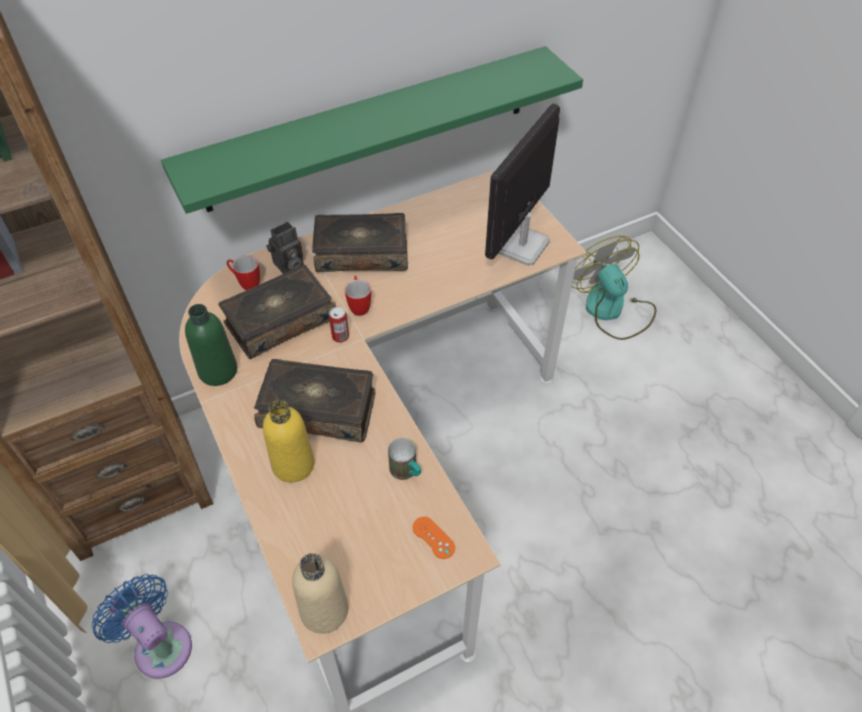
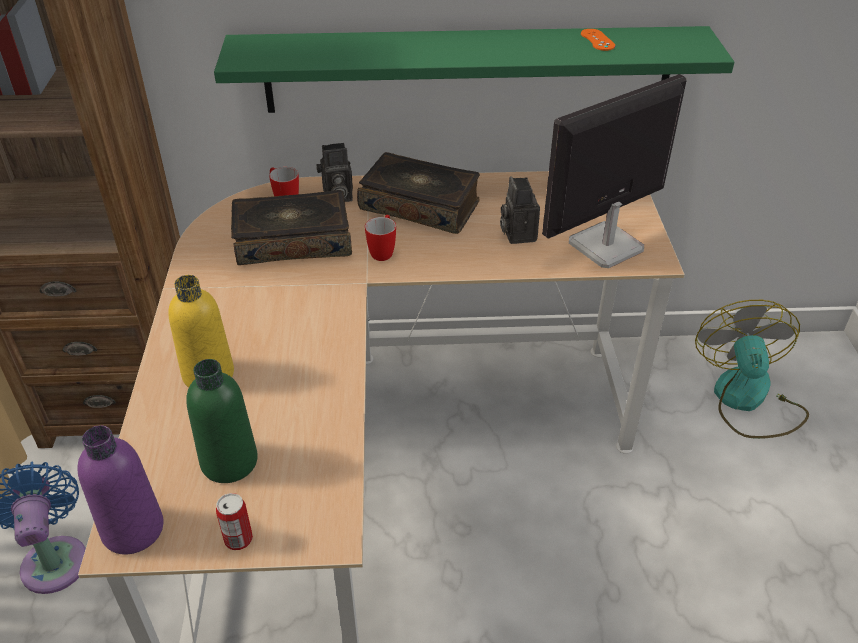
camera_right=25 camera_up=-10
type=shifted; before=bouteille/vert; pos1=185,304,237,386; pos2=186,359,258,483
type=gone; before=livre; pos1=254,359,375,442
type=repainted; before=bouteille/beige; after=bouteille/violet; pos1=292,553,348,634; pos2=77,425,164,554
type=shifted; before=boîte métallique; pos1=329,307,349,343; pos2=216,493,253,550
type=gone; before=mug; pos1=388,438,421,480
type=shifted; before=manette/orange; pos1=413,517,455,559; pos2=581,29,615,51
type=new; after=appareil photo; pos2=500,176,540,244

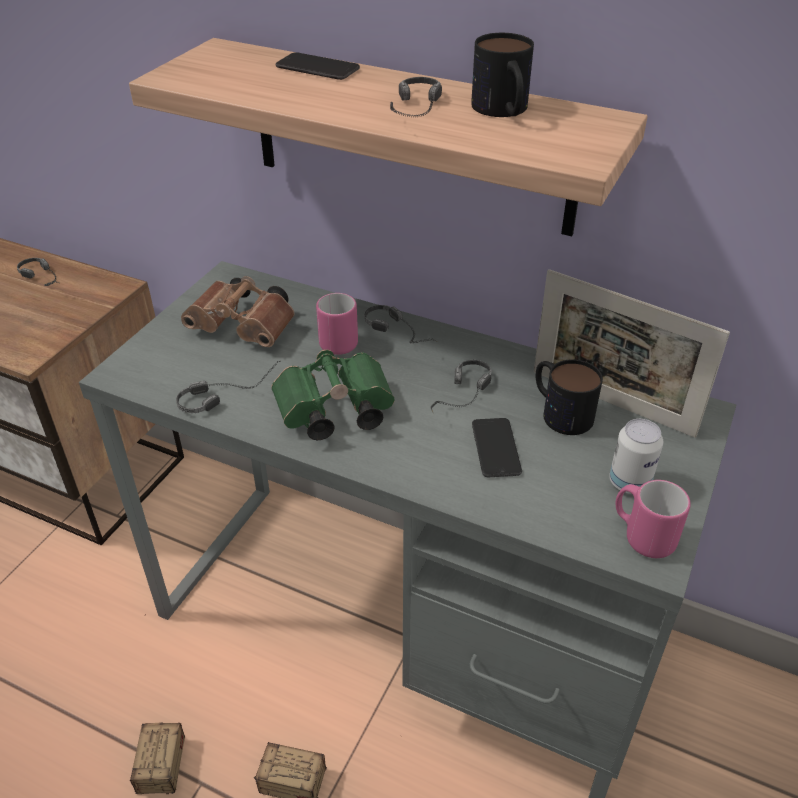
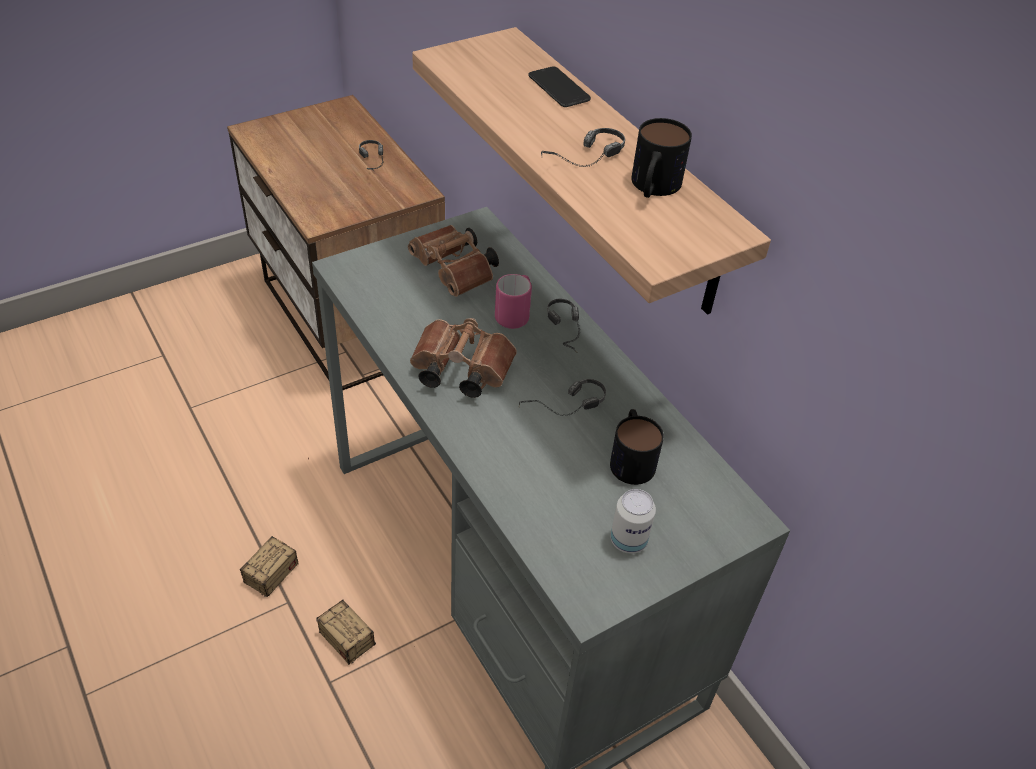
camera_right=30 camera_up=5
type=gone; before=casque audio; pos1=176,361,280,413
type=repainted; before=jumelles/vert; after=jumelles/marron; pos1=271,350,395,440; pos2=410,318,517,398
type=gone; before=téléphone; pos1=472,418,522,477
type=gone; before=cadre photo; pos1=534,269,730,438
type=gone; before=mug/rose; pos1=616,480,691,558

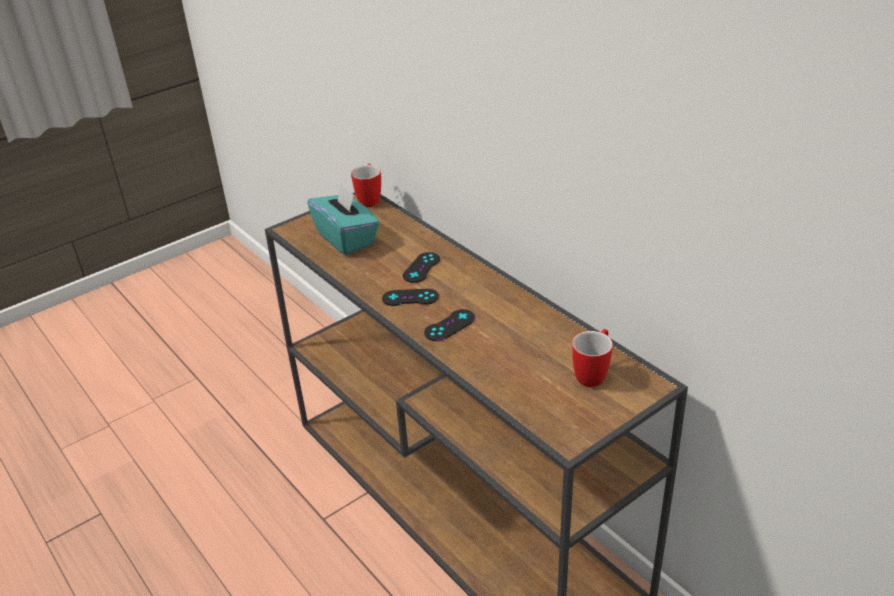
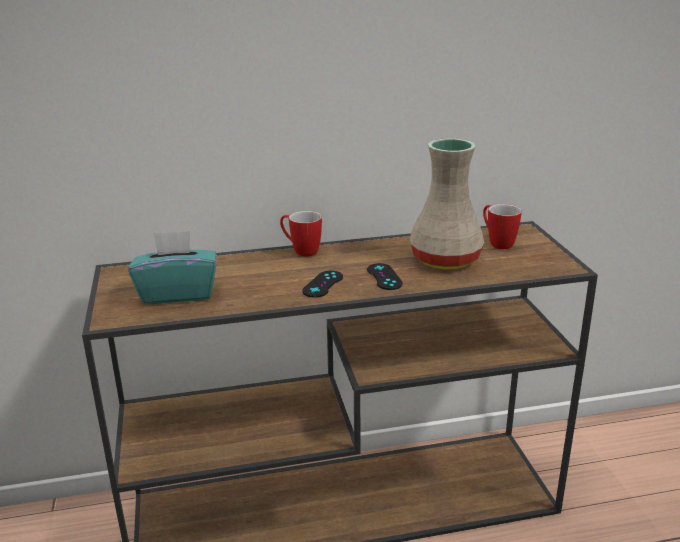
camera_right=-65 camera_up=-10
type=shifted; before=mug; pos1=351,164,381,207; pos2=280,211,322,257
type=gone; before=manette/noir; pos1=403,252,440,283
type=new; after=vase/beige; pos2=409,138,484,269

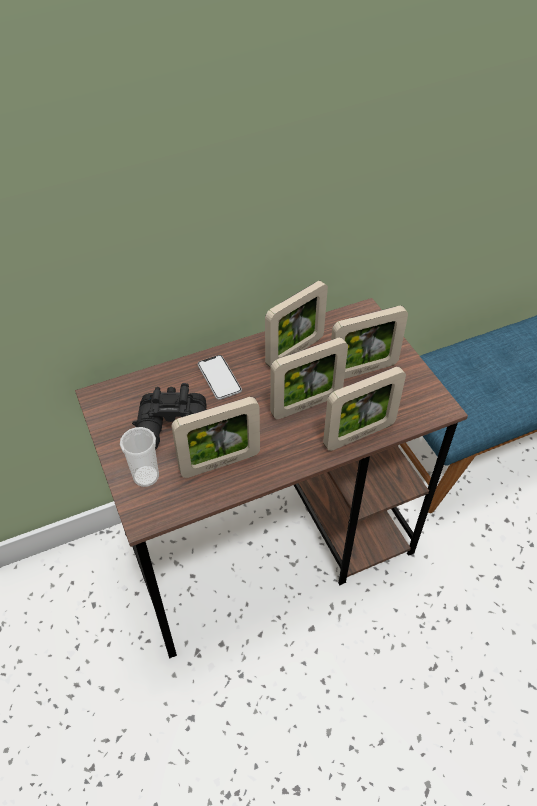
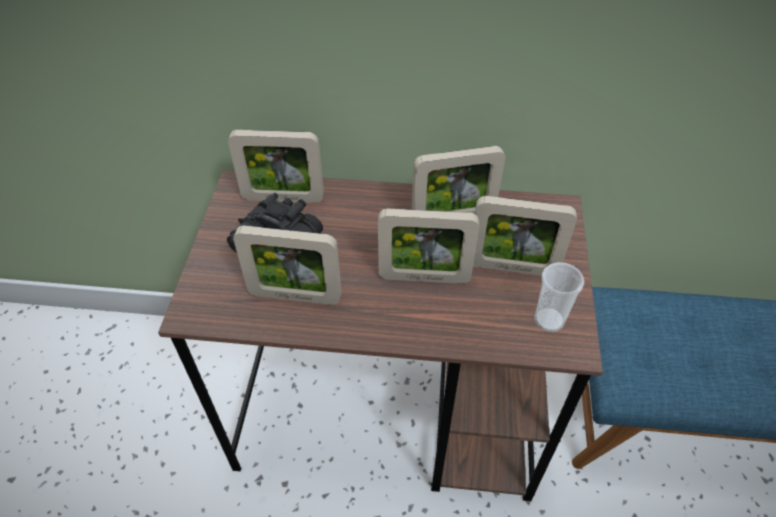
camera_right=30 camera_up=0
type=shifted; before=tasse; pos1=120,427,159,487; pos2=534,262,584,332
type=gone; before=téléphone; pos1=197,355,242,400
type=shifted; before=cadre photo; pos1=323,367,406,451; pos2=228,130,324,203

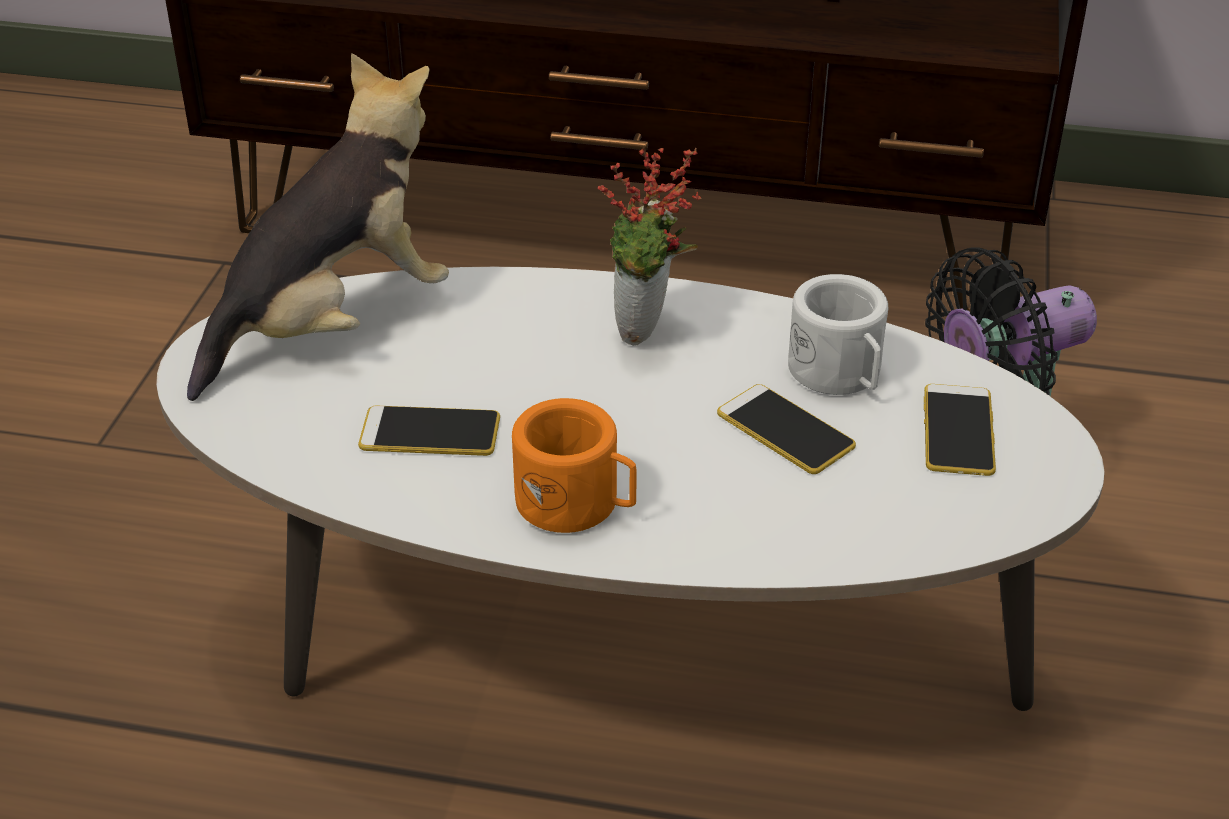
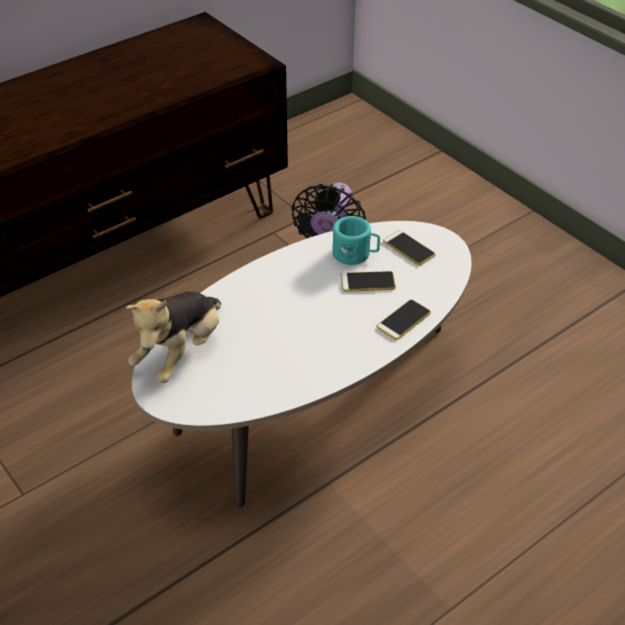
camera_right=-50 camera_up=5
type=rotated; before=peluche; pos1=187,53,449,401; pos2=126,291,221,383; turn=-150
type=shifted; before=téléphone; pos1=358,406,500,456; pos2=376,299,431,340
type=gone; before=mug/orange; pos1=512,398,637,533
type=gone; before=plante en pot; pos1=598,146,702,346
type=repainted; before=mug/blanc; after=mug/turquoise; pos1=788,274,888,395; pos2=332,216,380,265

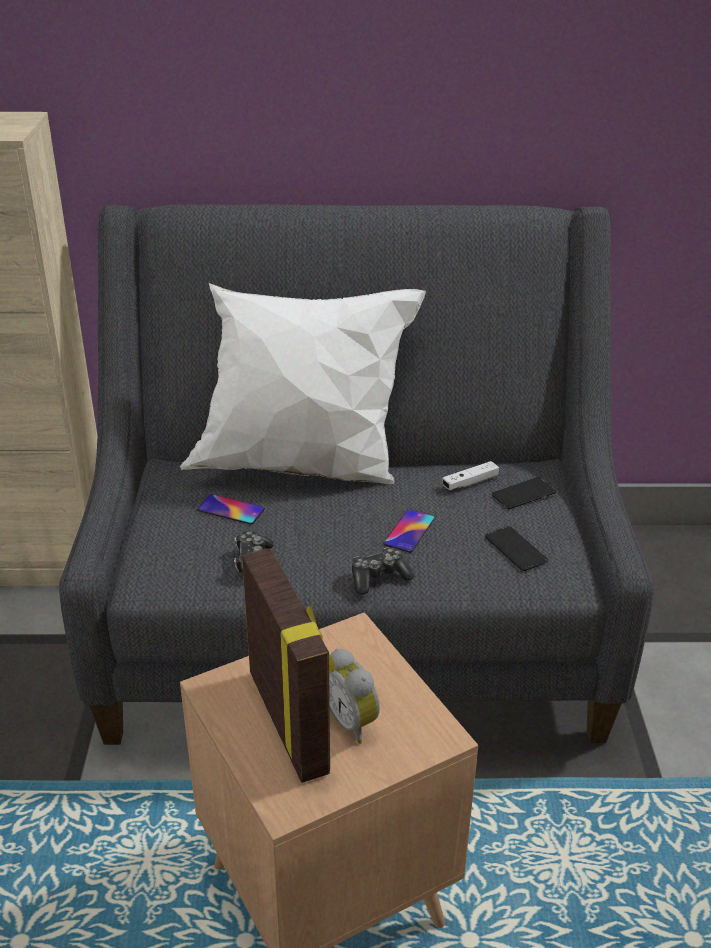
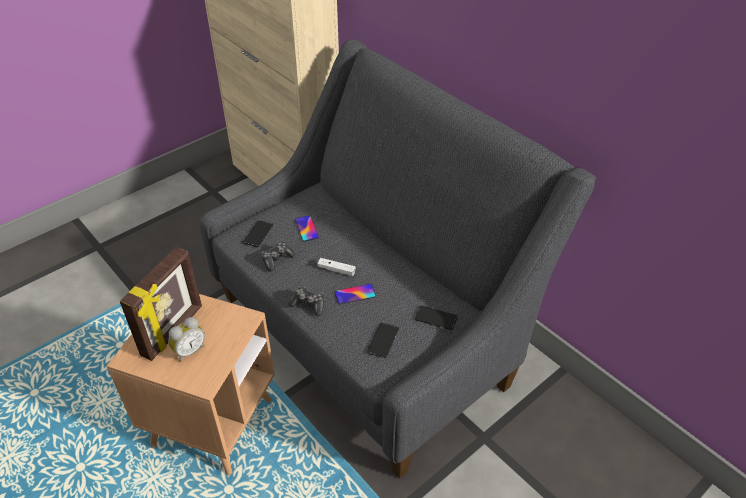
camera_right=50 camera_up=10
type=gone; before=coussin/blanc; pos1=180,283,426,484
type=rotated; before=réveil; pos1=329,649,380,744; pos2=168,317,205,362; turn=-150
type=shifted; before=manette/blanc; pos1=442,461,499,490; pos2=317,258,355,276
type=new; after=téléphone; pos2=243,220,273,247

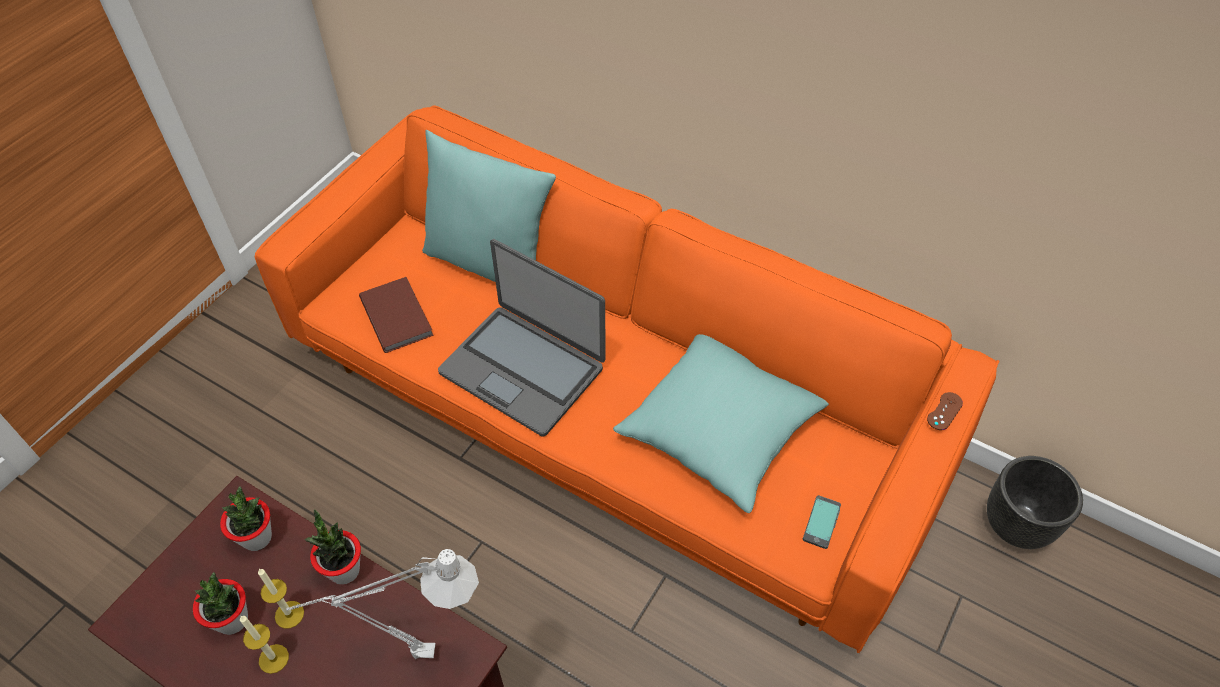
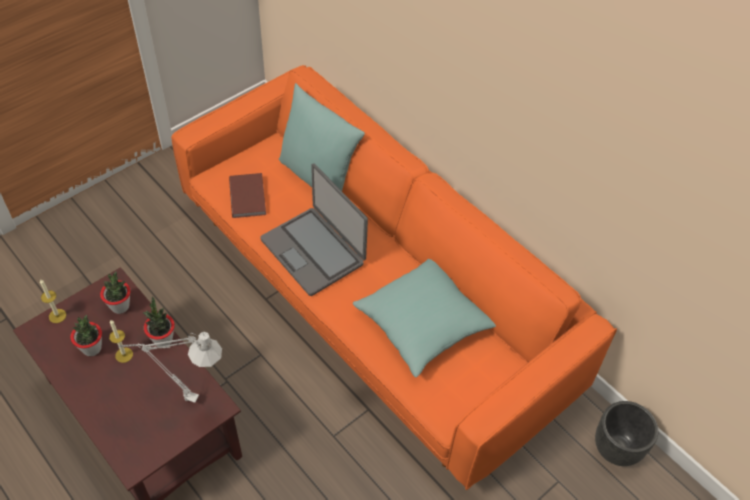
camera_right=15 camera_up=0
type=shifted; before=bougie; pos1=240,616,289,674; pos2=40,279,66,323
type=gone; before=téléphone; pos1=803,495,841,549
type=gone; before=manette/marron; pos1=927,392,963,430

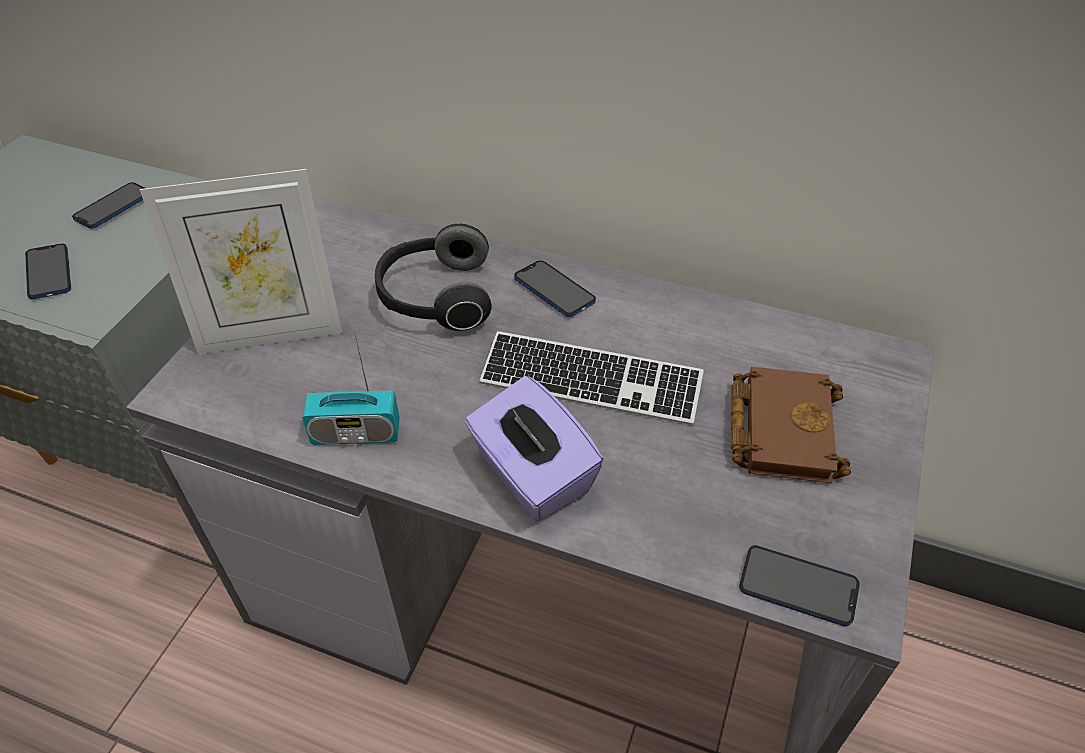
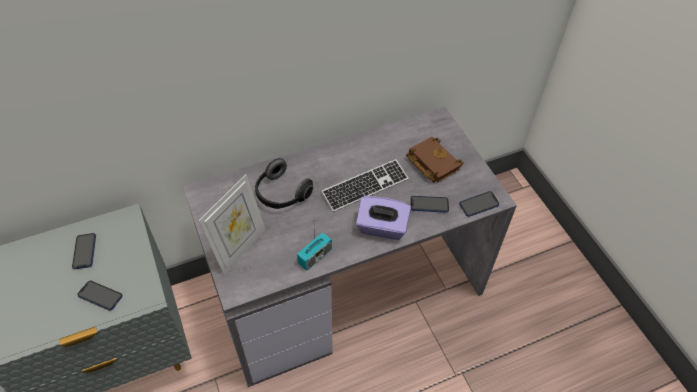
camera_right=-45 camera_up=5
type=shifted; before=téléphone; pos1=514,260,596,317; pos2=410,196,449,213

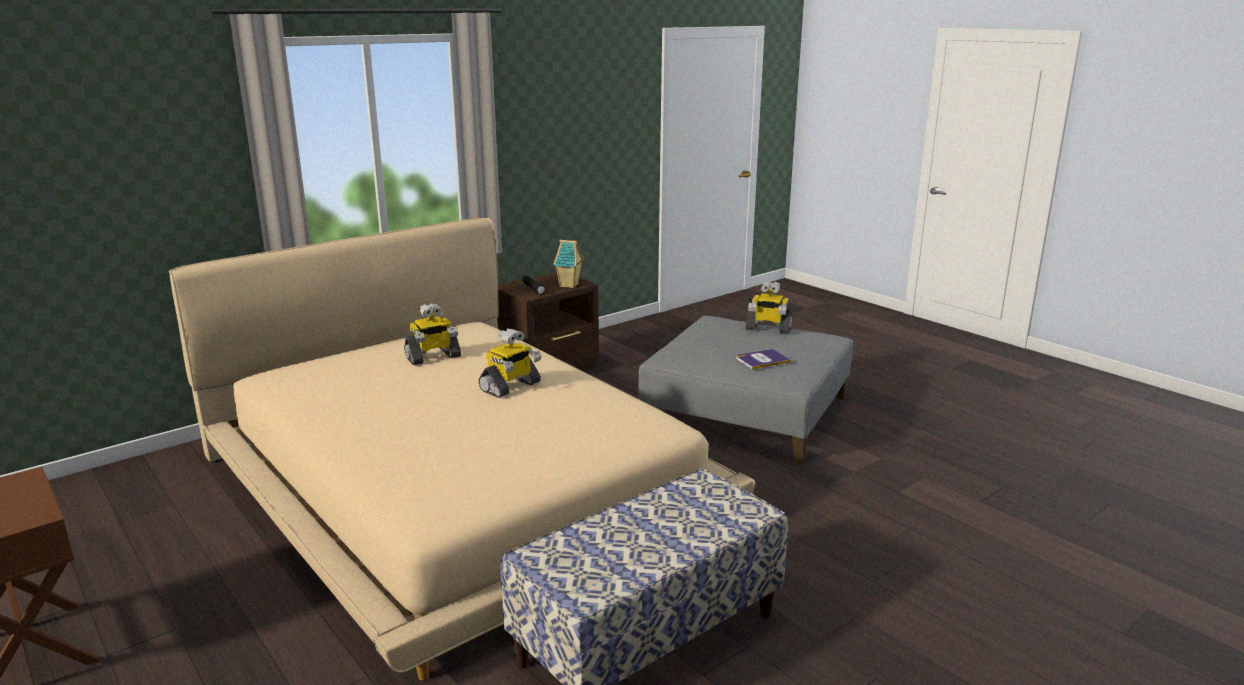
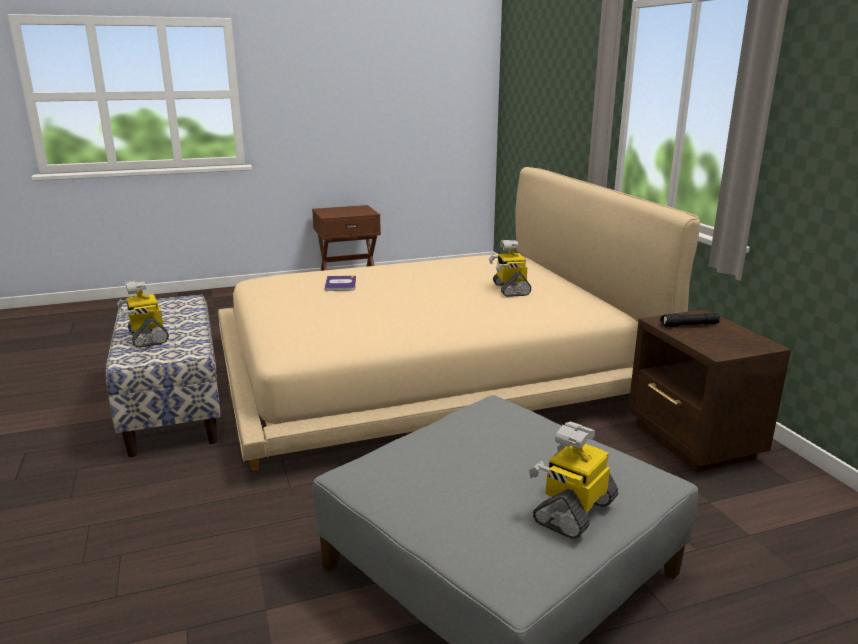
camera_right=110 camera_up=0
type=shifted; before=robot jouet; pos1=478,328,542,398; pos2=117,280,169,348
type=gone; before=maison miniature; pos1=553,240,584,288
type=shifted; before=livre; pos1=736,349,791,369; pos2=324,275,356,291

